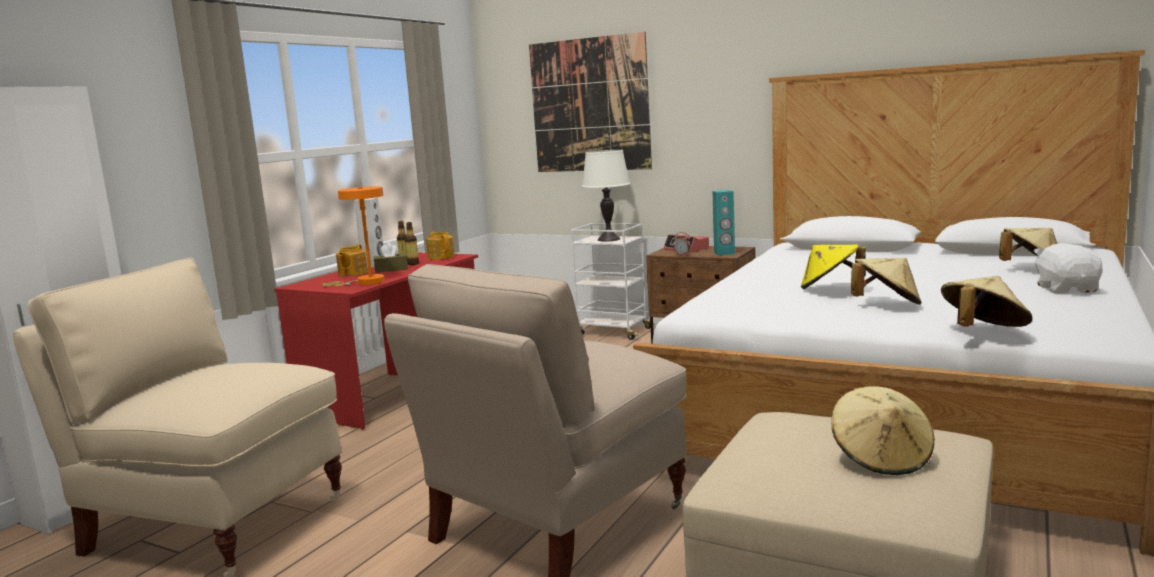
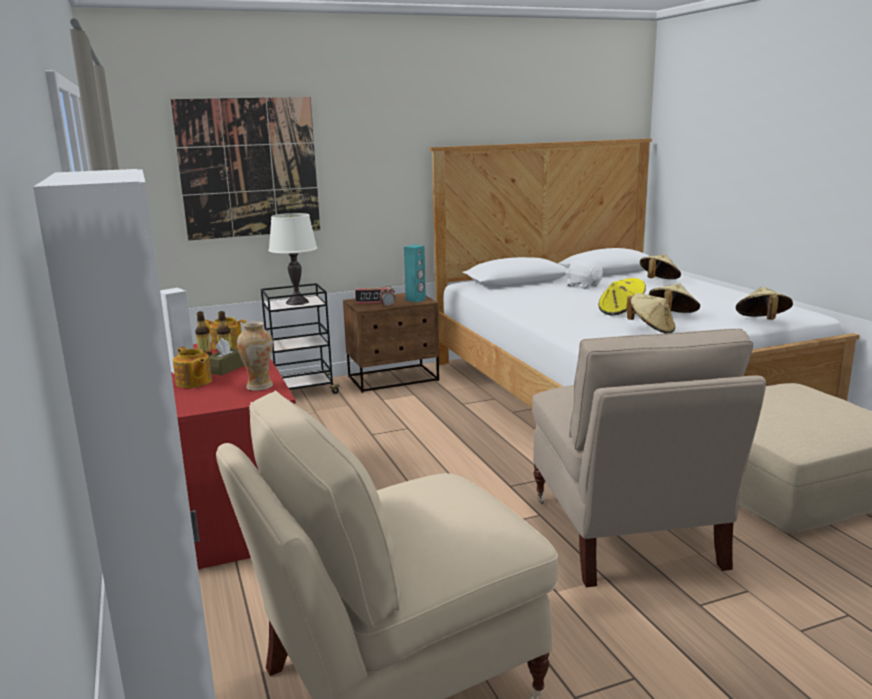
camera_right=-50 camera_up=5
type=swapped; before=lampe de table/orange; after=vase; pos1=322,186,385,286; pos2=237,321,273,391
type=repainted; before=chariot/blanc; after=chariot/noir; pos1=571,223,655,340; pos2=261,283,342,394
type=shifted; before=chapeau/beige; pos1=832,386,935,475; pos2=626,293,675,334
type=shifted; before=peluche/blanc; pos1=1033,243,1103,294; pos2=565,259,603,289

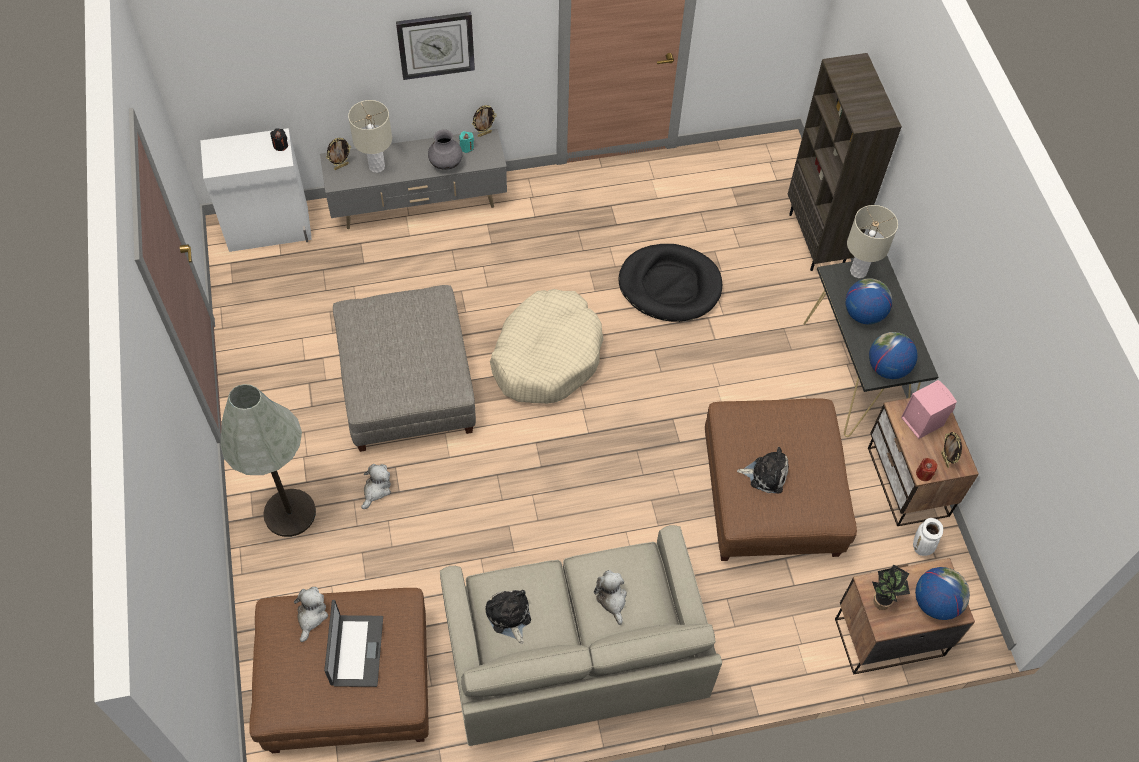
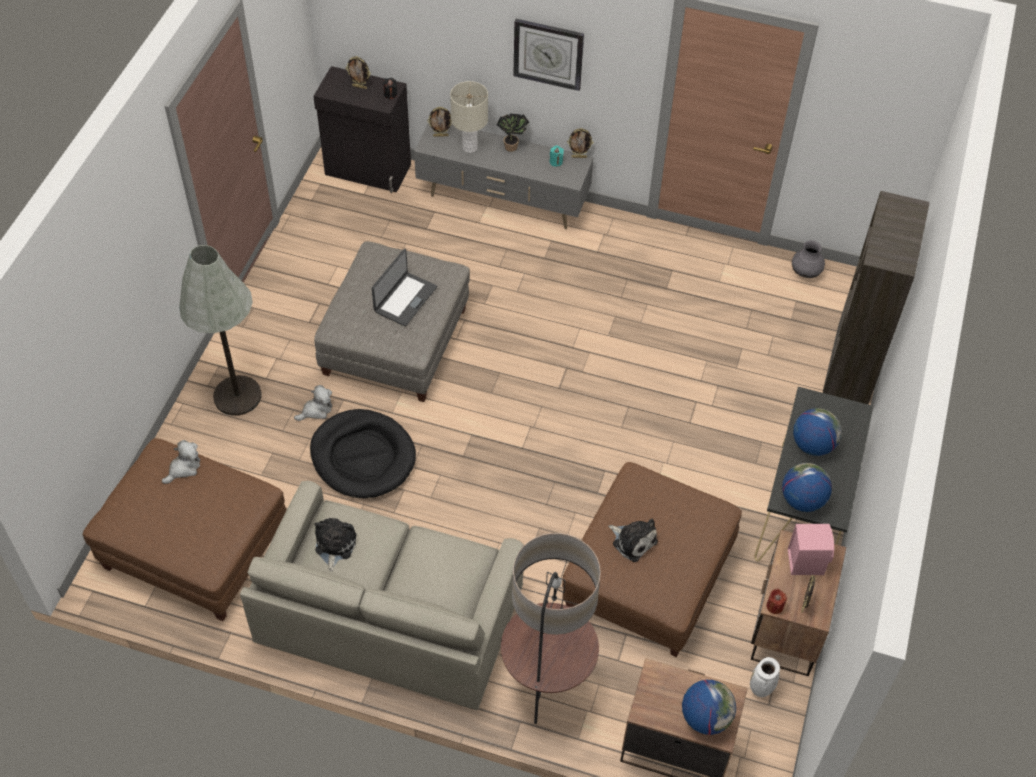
camera_right=30 camera_up=-5
type=repainted; before=meuble de rangement/blanc; after=meuble de rangement/noir; pos1=200,128,312,252; pos2=313,66,411,193
type=shifted; before=ordinateur portable; pos1=324,600,383,687; pos2=372,249,437,326
type=shifted; before=vase/gris; pos1=428,130,463,170; pos2=792,240,825,278
type=gone; before=panier pour chien/beige; pos1=490,289,604,404
type=gone; before=peluche; pos1=594,570,627,625
type=shifted; before=panier pour chien/noir; pos1=618,244,722,322; pos2=310,409,416,498
type=gone; before=lampe de table/beige; pos1=847,205,898,278
type=shifted; before=plante en pot; pos1=872,564,910,610; pos2=497,113,530,152
type=new; after=cadre photo; pos2=346,56,371,89
type=new; after=lampadaire; pos2=501,533,601,724

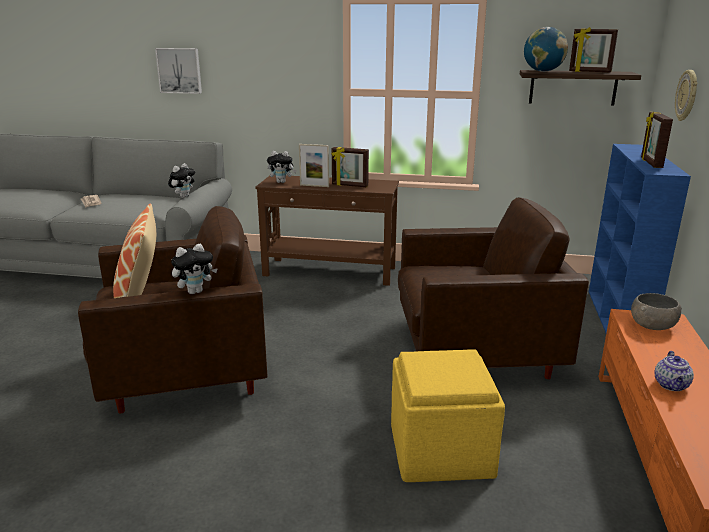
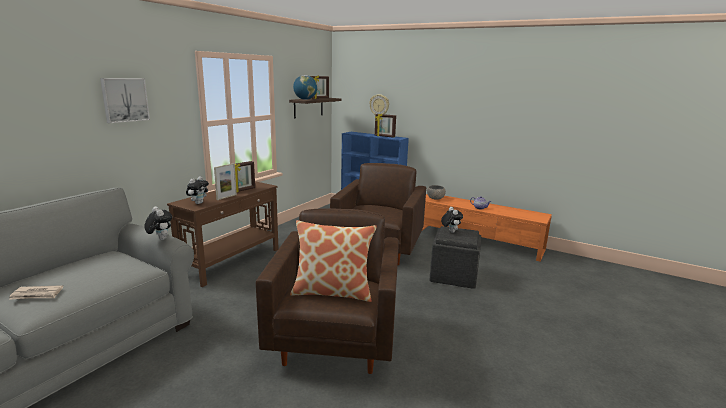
camera_right=-70 camera_up=-5
type=shifted; before=tableau; pos1=155,48,202,94; pos2=100,78,150,123
type=shifted; before=peluche; pos1=171,244,218,294; pos2=441,207,463,233
type=repainted; before=pouf/jaune; after=pouf/gris; pos1=391,350,505,482; pos2=429,226,481,289

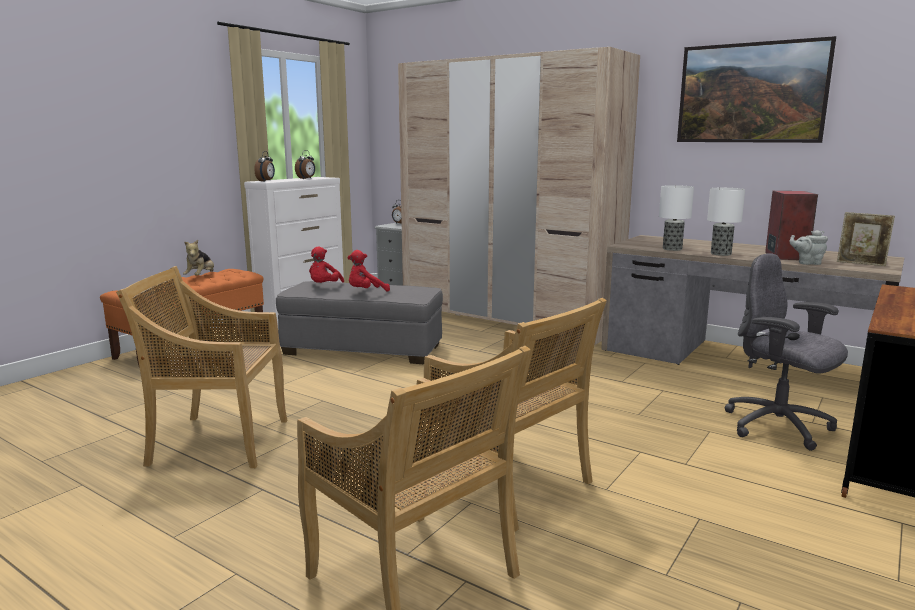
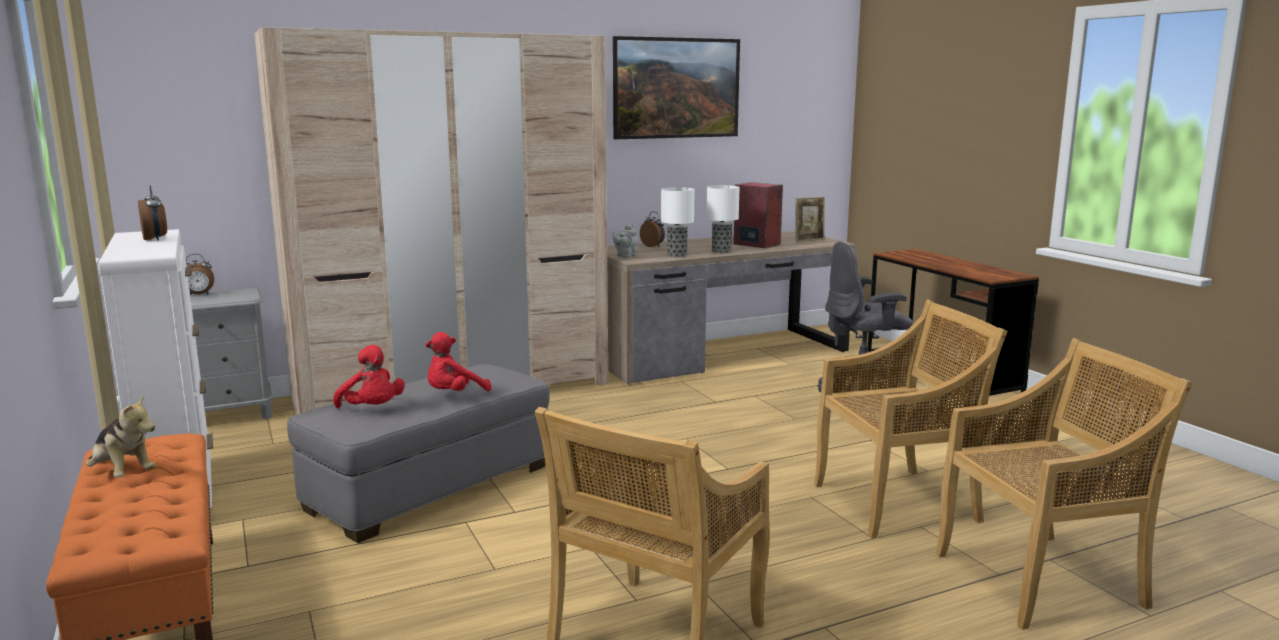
camera_right=-60 camera_up=0
type=shifted; before=réveil; pos1=254,151,275,181; pos2=640,212,665,247
type=rotated; before=peluche/rouge; pos1=348,250,390,292; pos2=425,332,491,391; turn=45
type=shifted; before=théière/gris; pos1=789,230,828,265; pos2=612,224,638,258

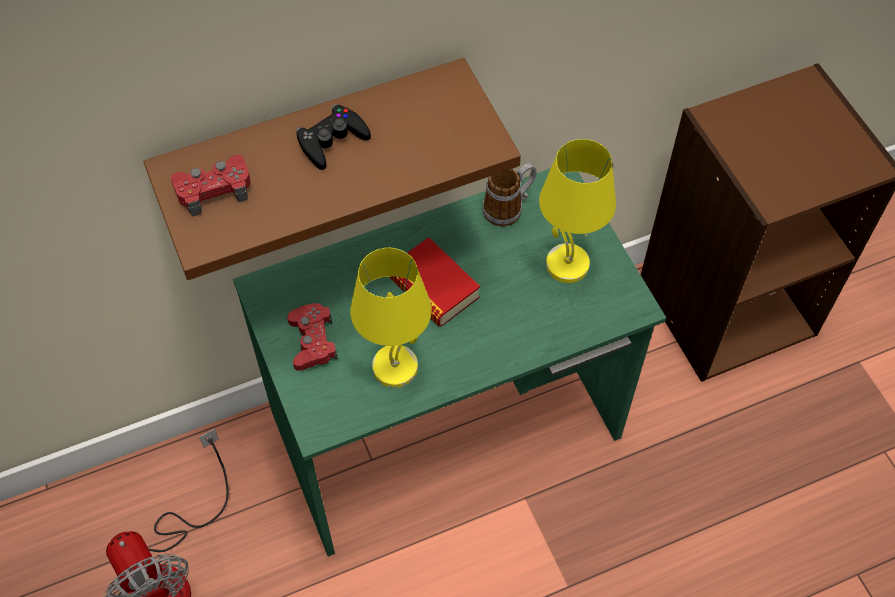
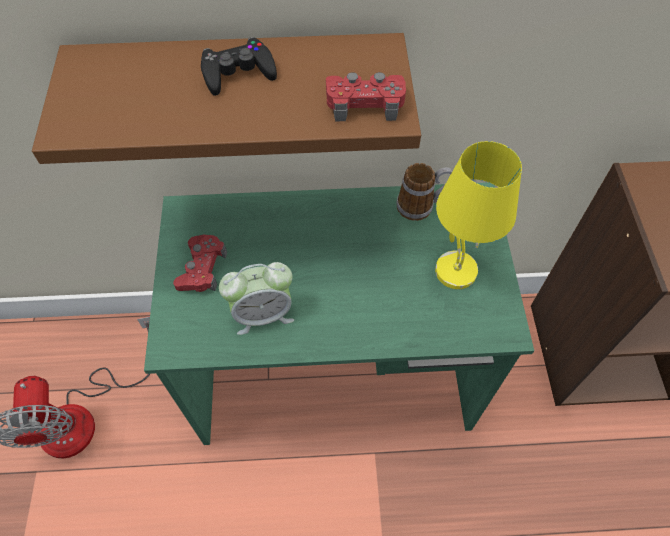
camera_right=20 camera_up=0
type=shifted; before=manette/rouge; pos1=171,155,250,217; pos2=326,72,406,121
type=swapped; before=lampe de table/jaune; after=réveil; pos1=350,248,432,388; pos2=219,262,294,335
type=gone; before=livre; pos1=389,237,480,327

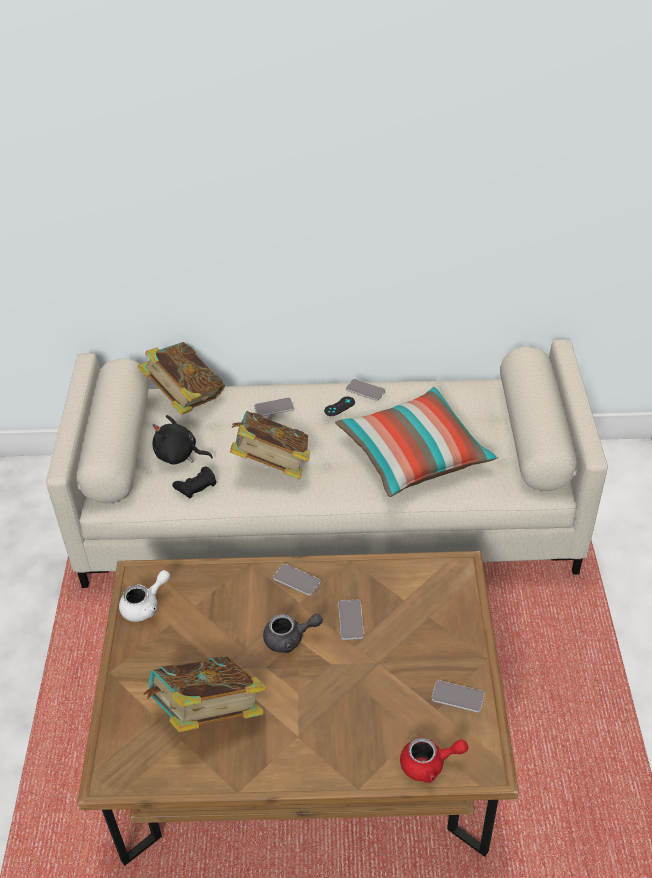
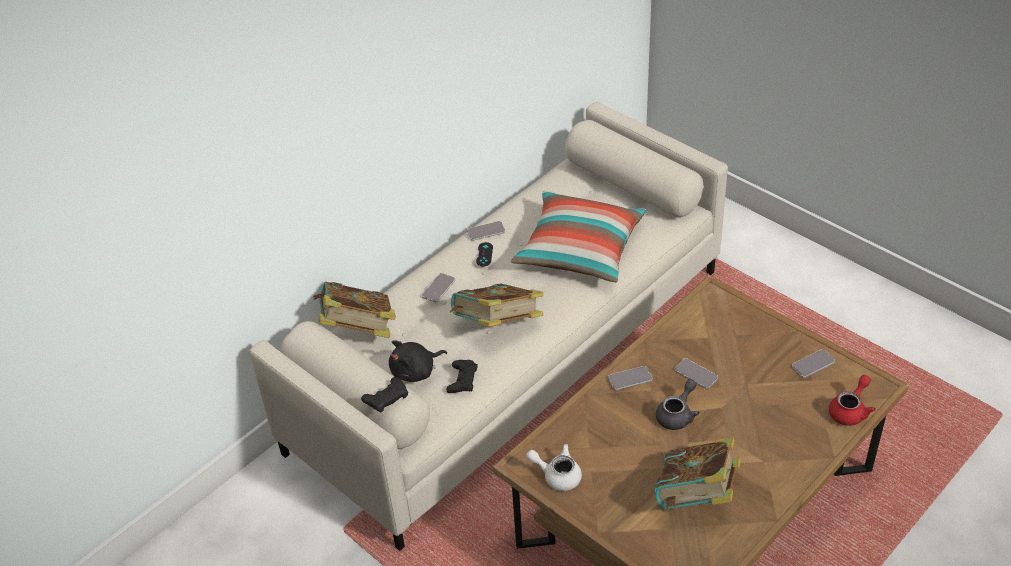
camera_right=-45 camera_up=0
type=rotated; before=théière/blanc; pos1=119,570,170,622; pos2=526,444,582,491; turn=-75
type=new; after=manette/noir; pos2=361,377,408,413

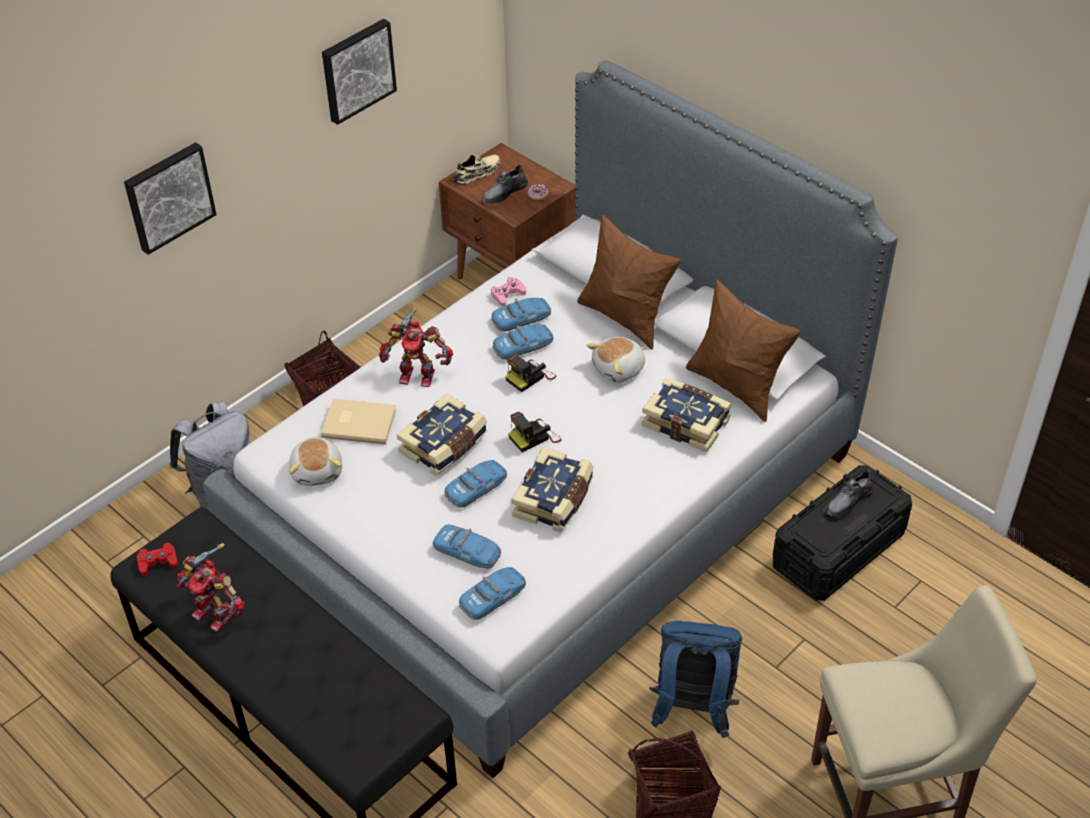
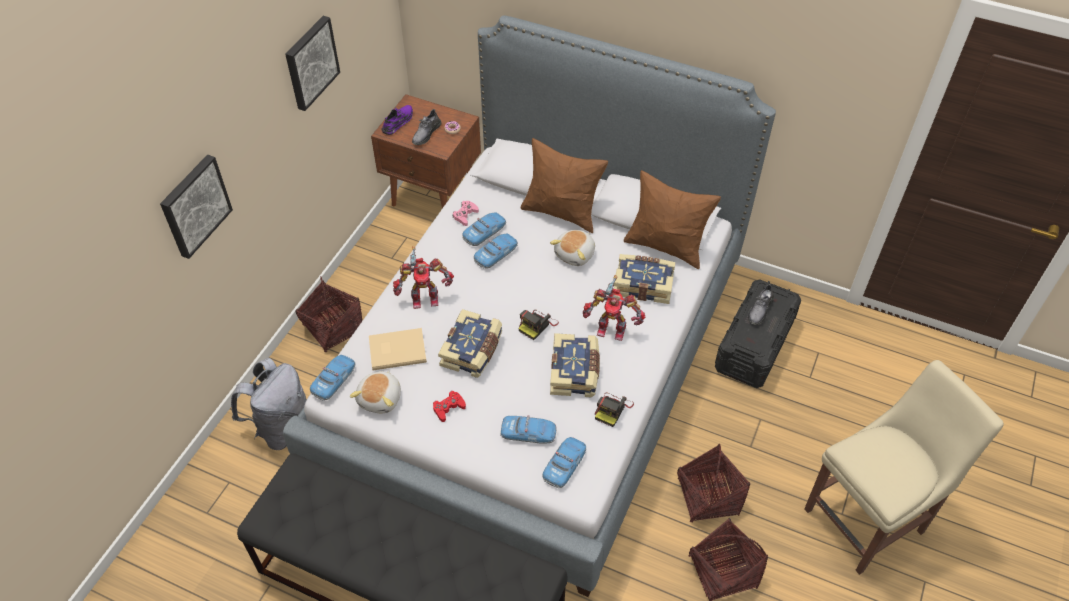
camera_right=-20 camera_up=5
type=shifted; before=manette/rouge; pos1=137,543,178,576; pos2=433,391,466,422
type=shifted; before=robot jouet; pos1=176,543,245,632; pos2=583,275,646,341
type=rotated; before=peluche; pos1=289,437,342,486; pos2=350,370,401,413; turn=45
type=shifted; before=petite voiture; pos1=445,460,507,507; pos2=310,355,355,401
type=repainted; before=chaussure/beige; after=chaussure/violet; pos1=453,152,500,185; pos2=381,105,413,135
type=shifted; before=appareil photo; pos1=505,354,556,392; pos2=595,393,634,427
type=swapped; before=sac à dos/bleu; after=panier; pos1=649,621,742,738; pos2=677,444,750,523

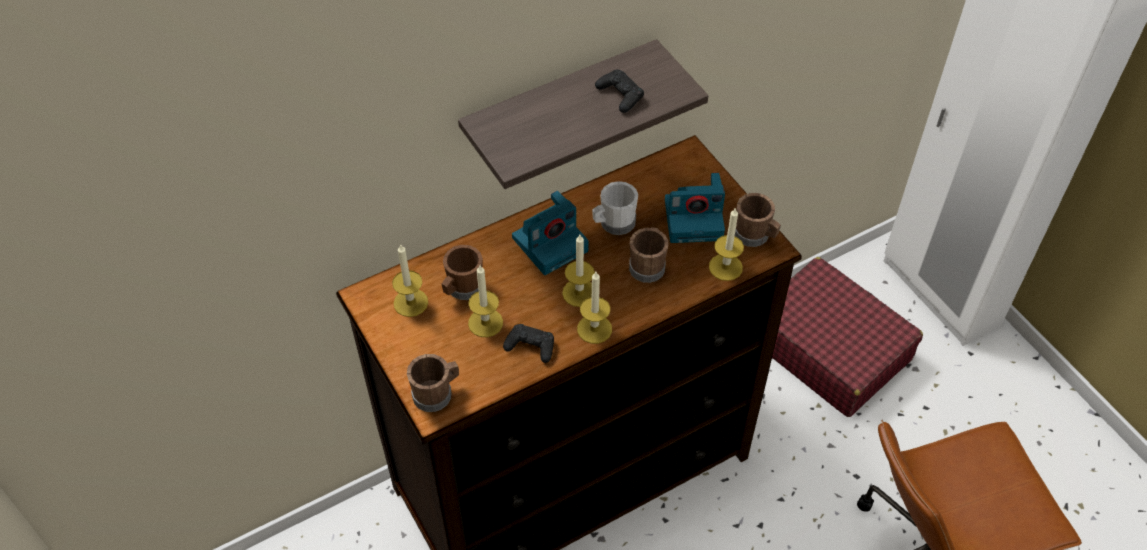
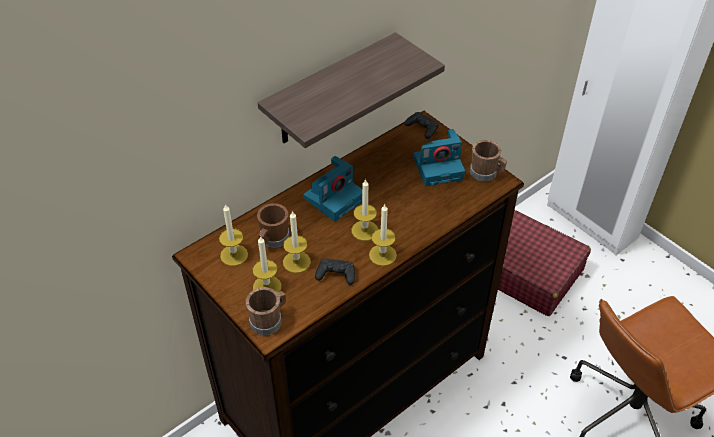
camera_right=-10 camera_up=-5
type=gone; before=mug/blanc; pos1=592,181,638,235
type=shifted; before=manette/noir; pos1=595,70,644,113; pos2=404,112,439,139
type=gone; before=mug/marron; pos1=629,227,668,283
type=shifted; before=bougie; pos1=709,207,744,281; pos2=252,236,281,292

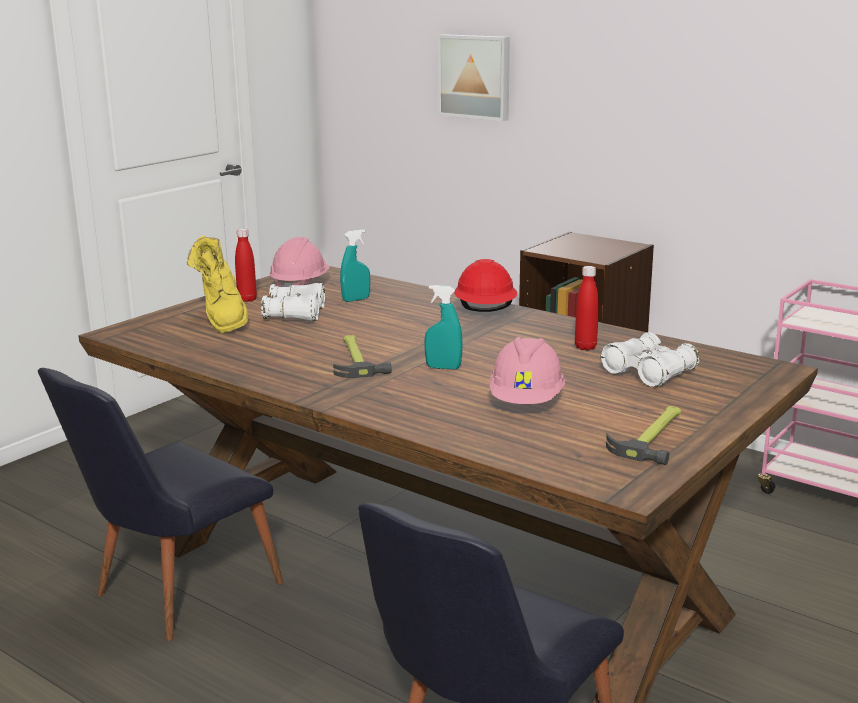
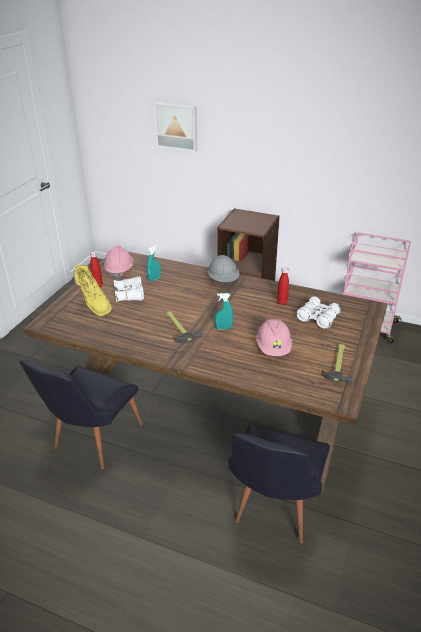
camera_right=-15 camera_up=15
type=repainted; before=casque de chantier/rouge; after=casque de chantier/gris; pos1=454,259,517,312; pos2=207,255,240,282

